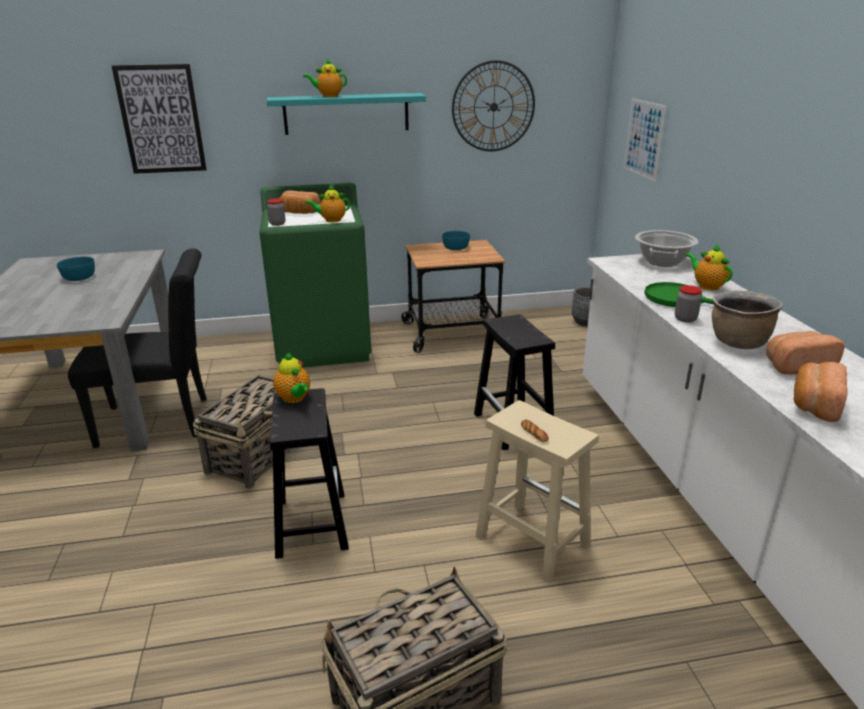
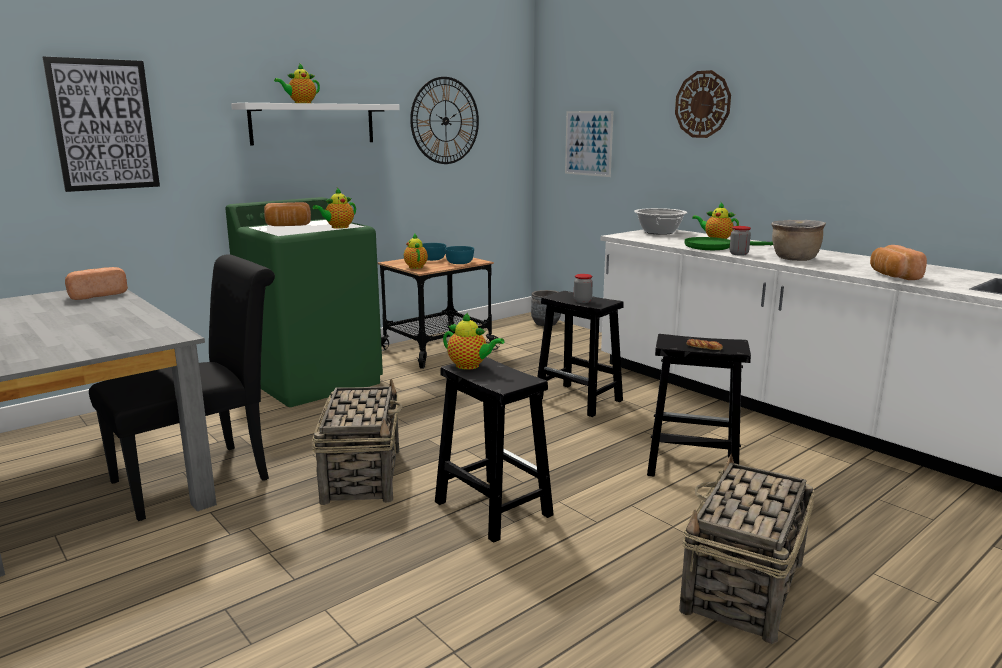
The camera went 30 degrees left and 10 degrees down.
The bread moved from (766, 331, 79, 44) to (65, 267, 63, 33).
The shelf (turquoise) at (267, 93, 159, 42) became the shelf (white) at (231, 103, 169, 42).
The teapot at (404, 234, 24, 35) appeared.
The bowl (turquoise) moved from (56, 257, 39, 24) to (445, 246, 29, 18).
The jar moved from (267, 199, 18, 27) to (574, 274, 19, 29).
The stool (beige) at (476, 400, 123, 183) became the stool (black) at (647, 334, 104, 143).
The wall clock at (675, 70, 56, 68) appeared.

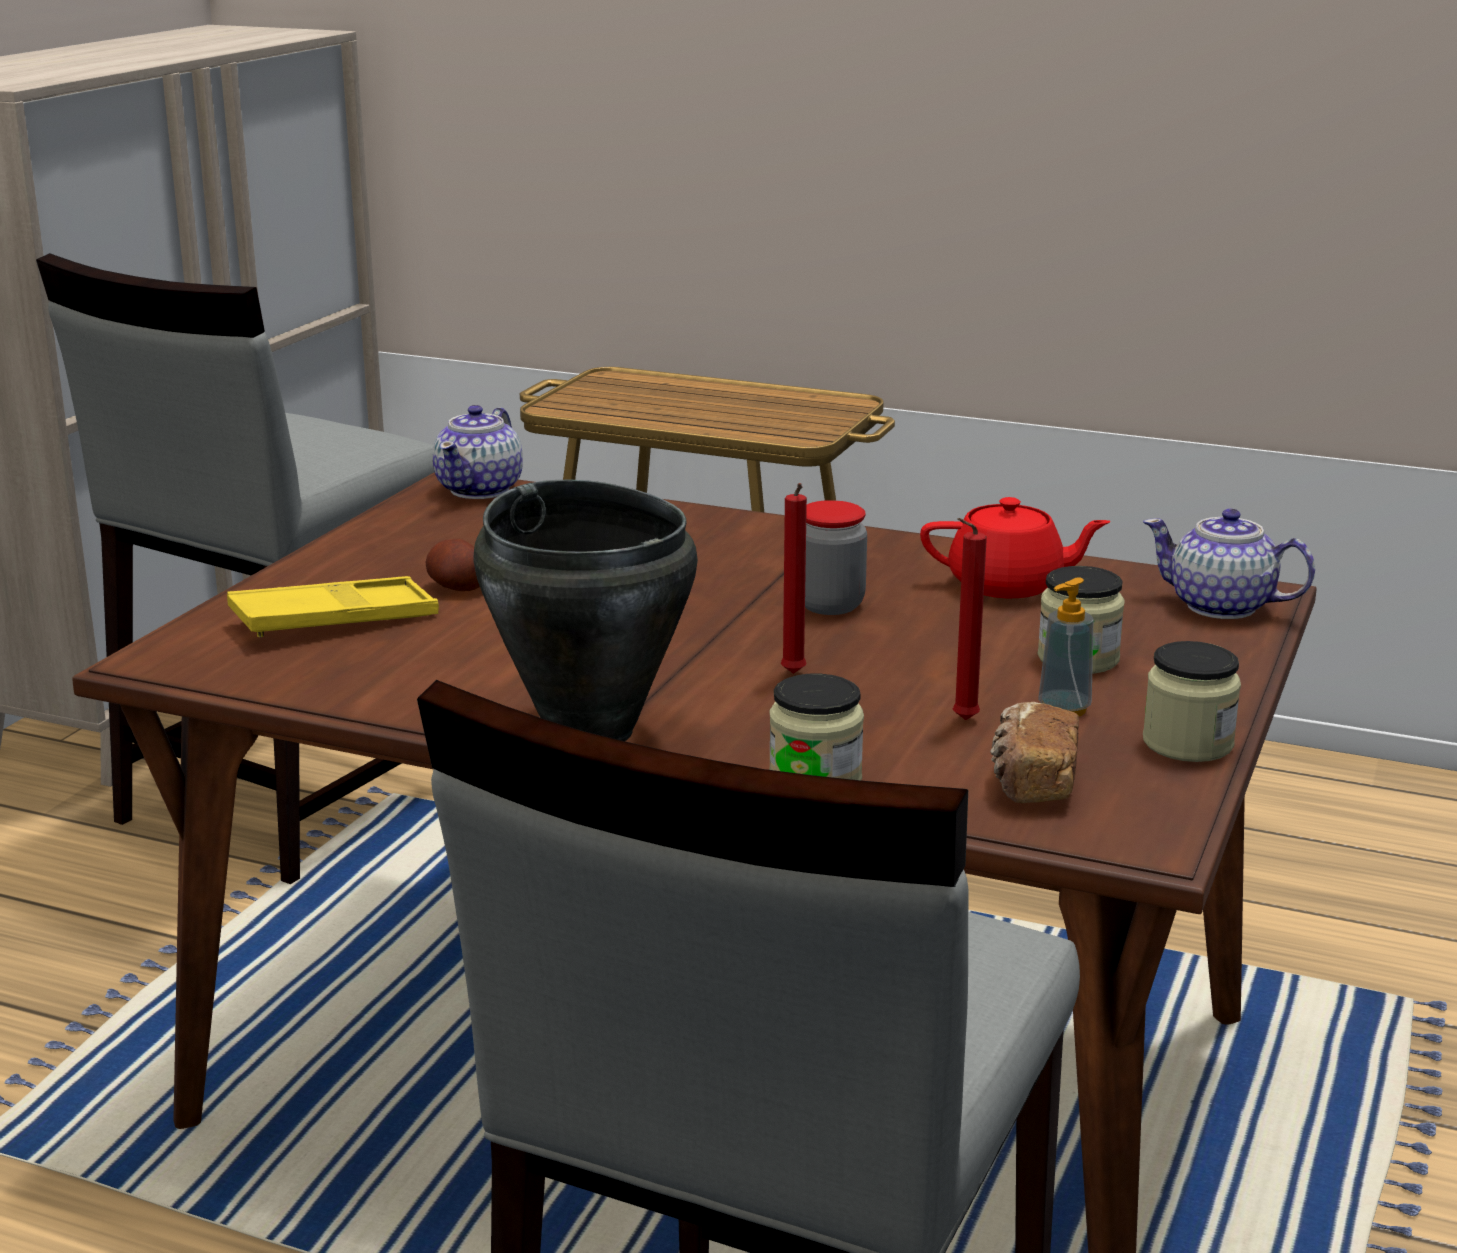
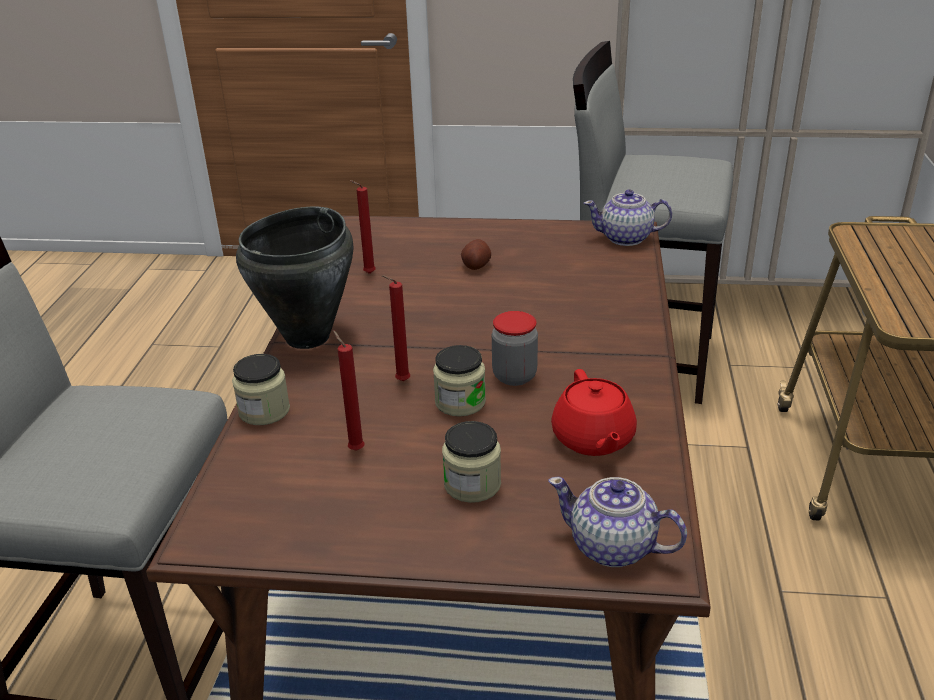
The camera went 75 degrees right and 10 degrees up.
The candle (red) at (350, 180, 26, 94) appeared.
The jar moved from (1143, 641, 98, 121) to (433, 345, 53, 72).
The teapot at (1143, 509, 172, 110) turned 75 degrees counterclockwise.
The tray (yellow) at (227, 576, 212, 61) disappeared.
The bread at (990, 702, 89, 101) disappeared.
The soap dispenser at (1038, 577, 56, 139) disappeared.

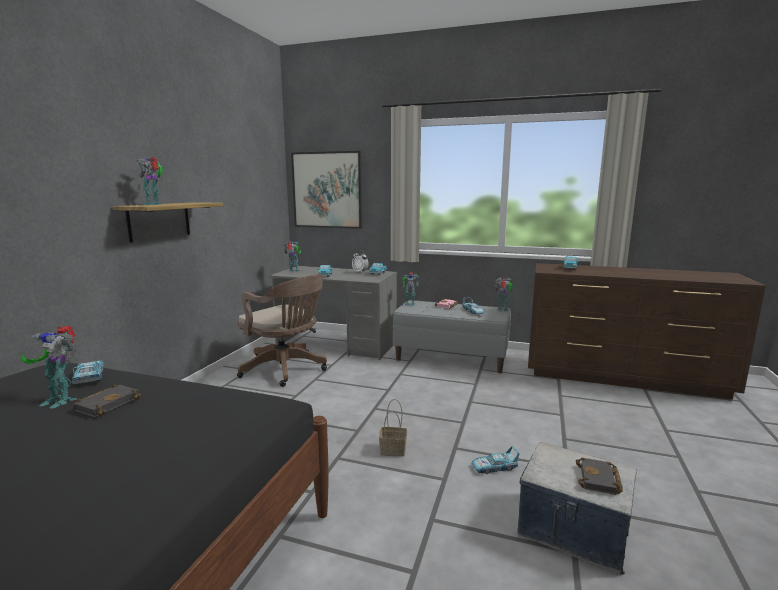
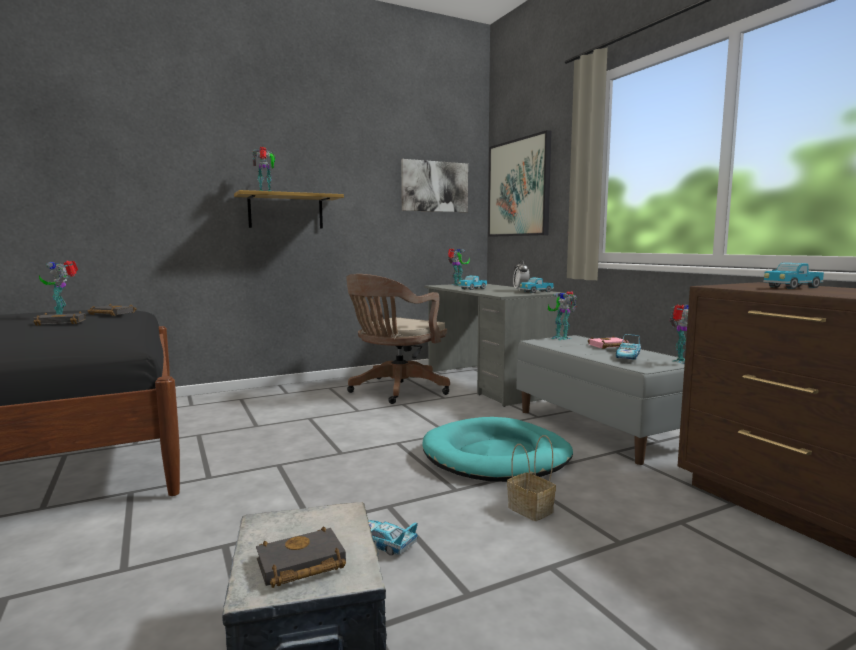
The camera went 45 degrees right and 5 degrees down.
The toy car at (72, 360, 32, 25) was replaced by the book (black) at (88, 304, 49, 12).
The office chair (brown) at (237, 274, 90, 113) turned 45 degrees clockwise.
The picture at (401, 159, 67, 53) appeared.
The dog bed (turquoise) at (422, 417, 151, 65) appeared.
The basket moved from (379, 399, 28, 58) to (507, 435, 49, 86).

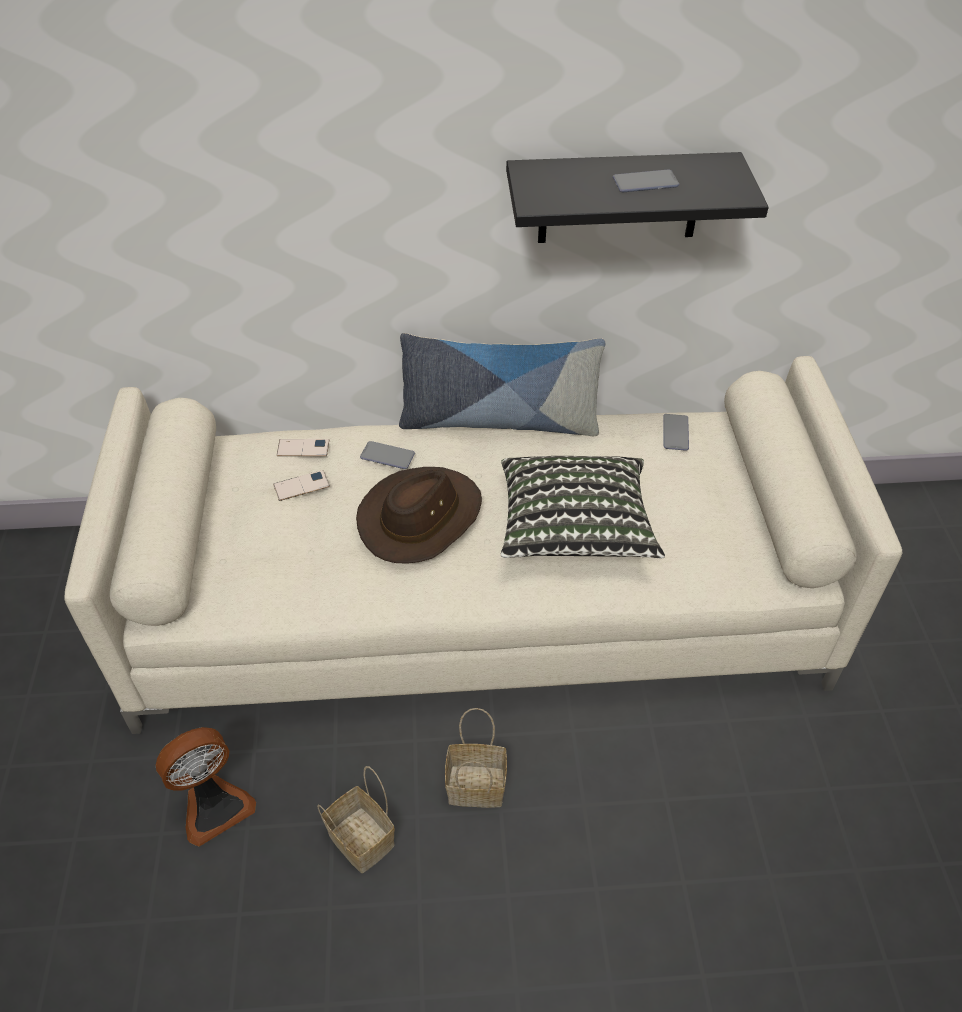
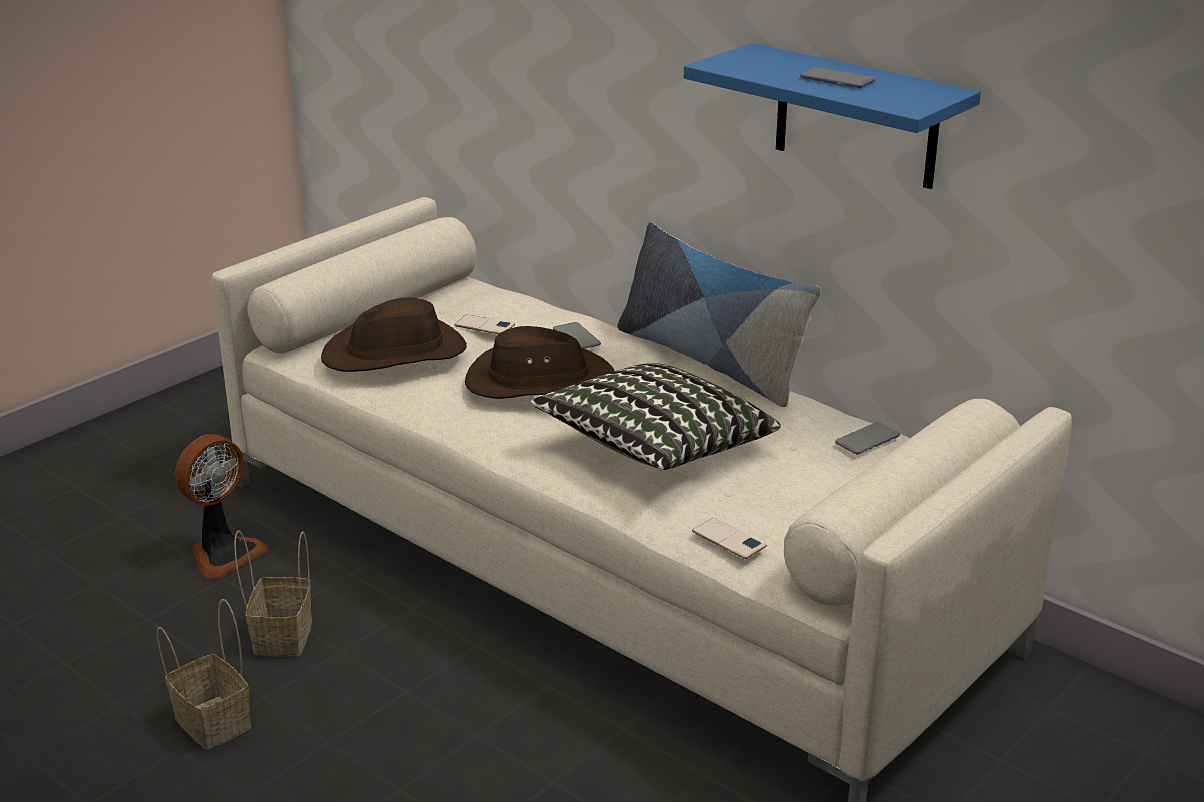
The camera went 45 degrees right and 20 degrees down.
The basket moved from (445, 708, 62, 100) to (157, 599, 94, 151).
The fan at (155, 727, 101, 120) turned 60 degrees counterclockwise.
The hat (brown) at (321, 297, 146, 75) appeared.
The shelf (black) at (506, 152, 263, 91) became the shelf (blue) at (684, 43, 297, 146).
The phone moved from (277, 439, 52, 17) to (692, 518, 75, 41).

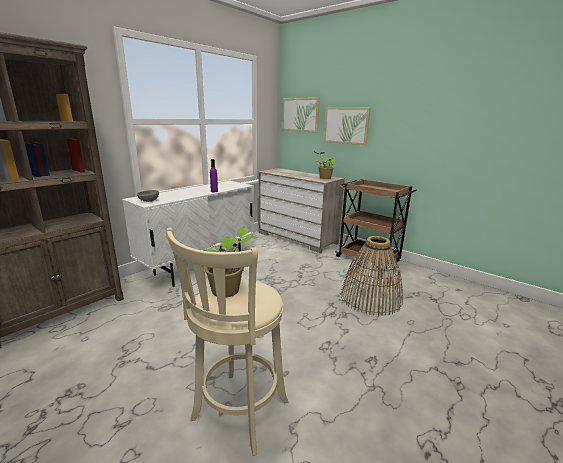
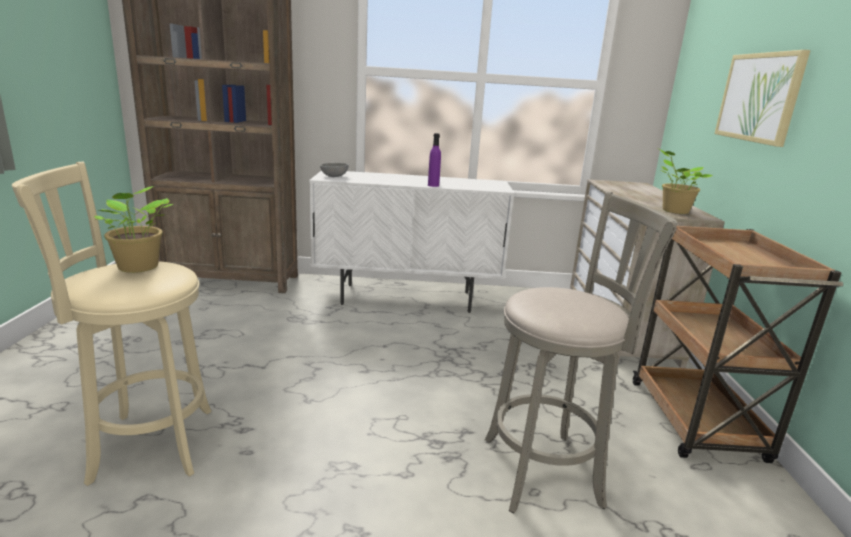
The camera went 50 degrees right and 0 degrees up.
The basket at (341, 236, 62, 80) was replaced by the stool (grey) at (485, 191, 192, 322).
The picture at (282, 98, 38, 34) disappeared.

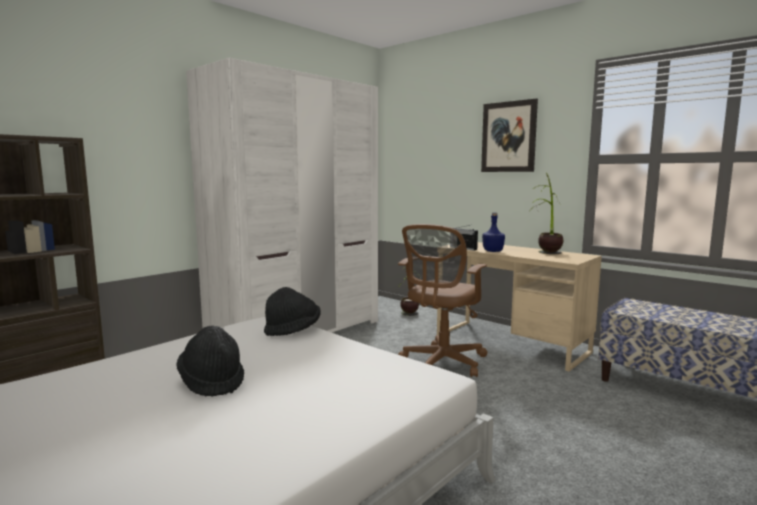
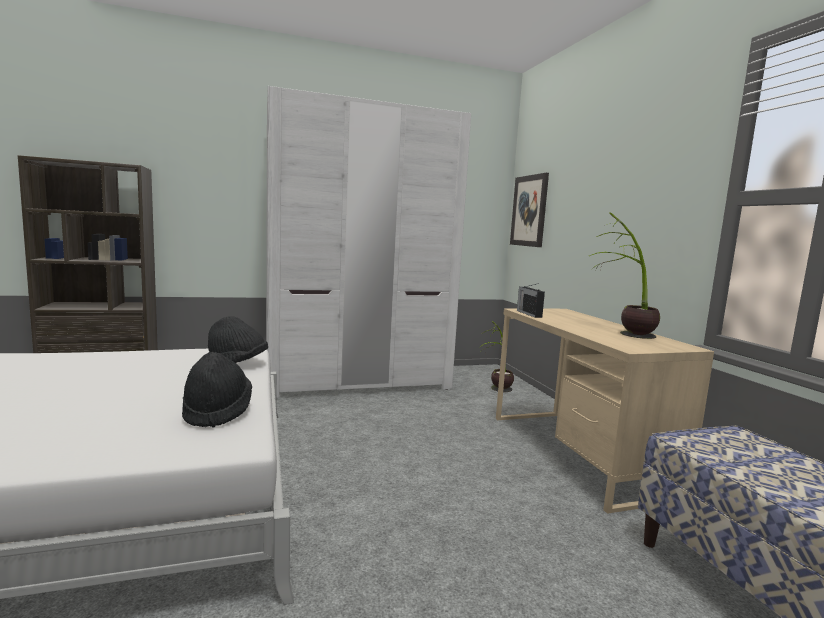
The camera went 30 degrees right and 0 degrees up.
The hat (black) moved from (176, 326, 68, 71) to (182, 352, 70, 76).
The picture moved from (481, 98, 57, 74) to (510, 173, 39, 74).
The office chair (brown) at (398, 224, 90, 153) disappeared.
The bottle (blue) at (482, 212, 23, 40) disappeared.

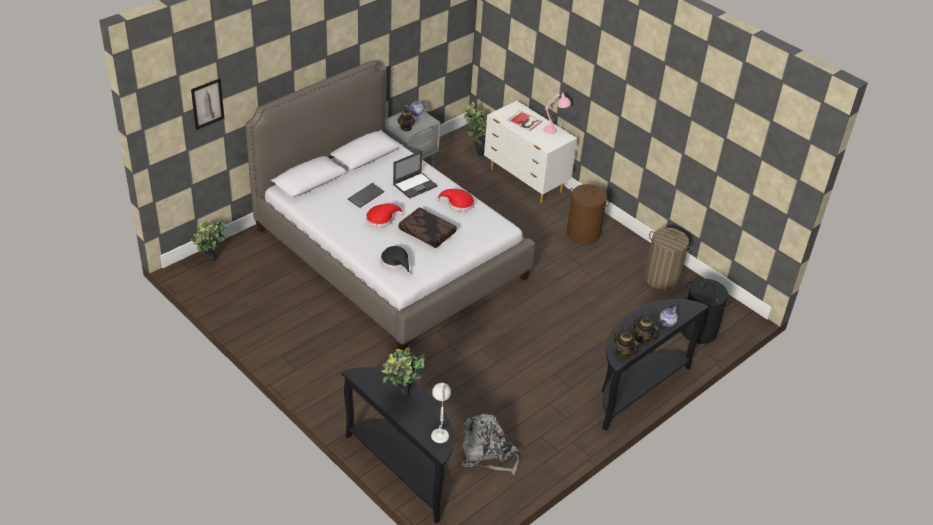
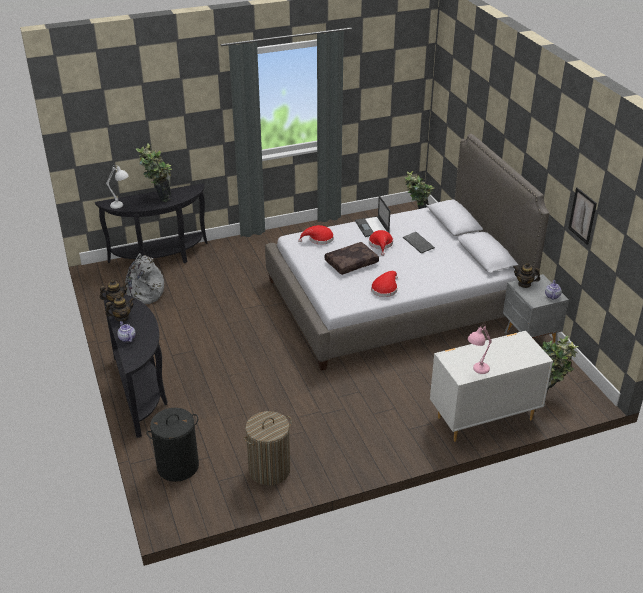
The camera went 115 degrees right and 5 degrees down.
The hat (black) at (381, 246, 30, 30) became the hat (red) at (298, 225, 36, 20).
The laptop moved from (393, 151, 44, 48) to (355, 195, 35, 42).
The picture moved from (191, 78, 33, 52) to (568, 188, 29, 57).
The book at (507, 110, 36, 21) disappeared.
The laundry basket (brown) at (567, 184, 43, 61) disappeared.

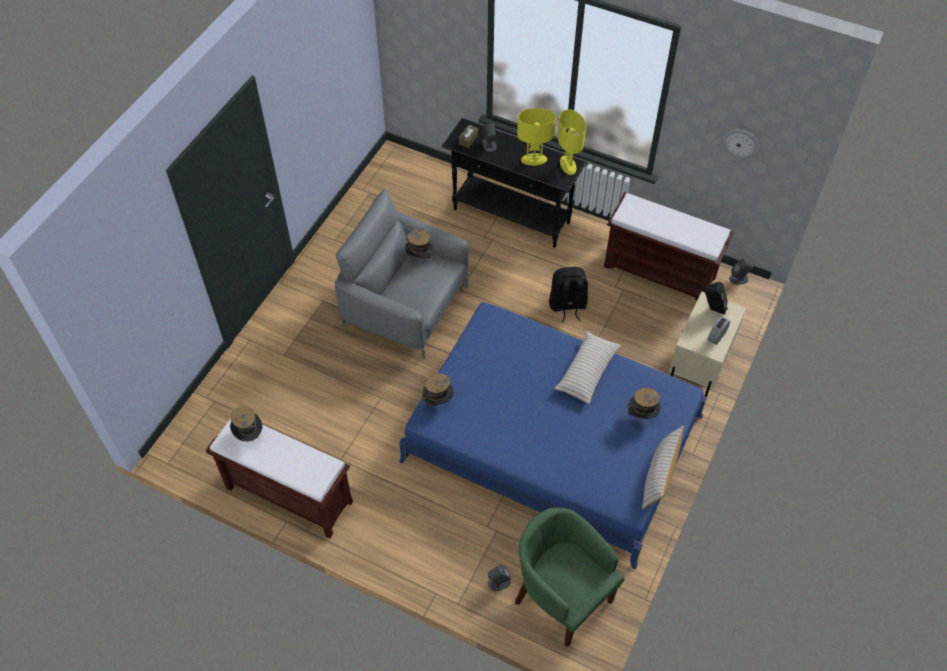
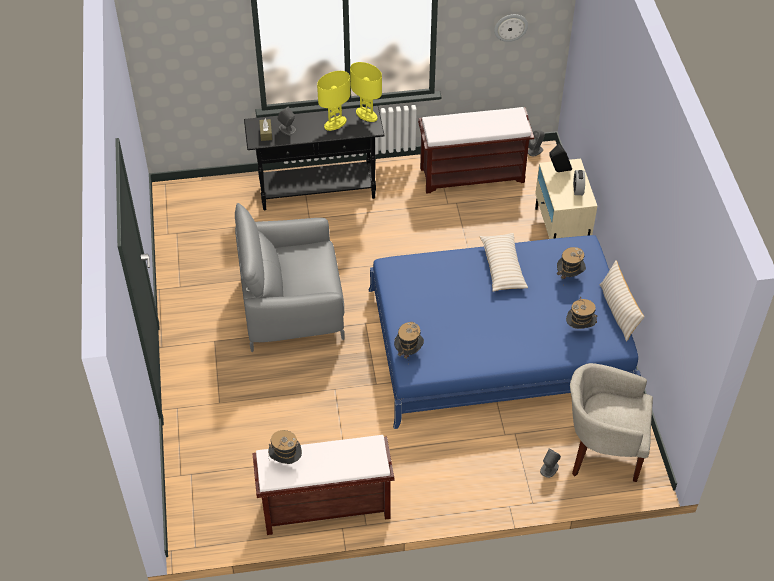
The camera went 35 degrees left and 5 degrees down.
The hat moved from (405, 229, 30, 30) to (566, 298, 31, 31).
The armchair (green) at (515, 508, 110, 139) became the armchair (beige) at (570, 363, 83, 119).
The backpack (black) at (549, 267, 39, 56) disappeared.

